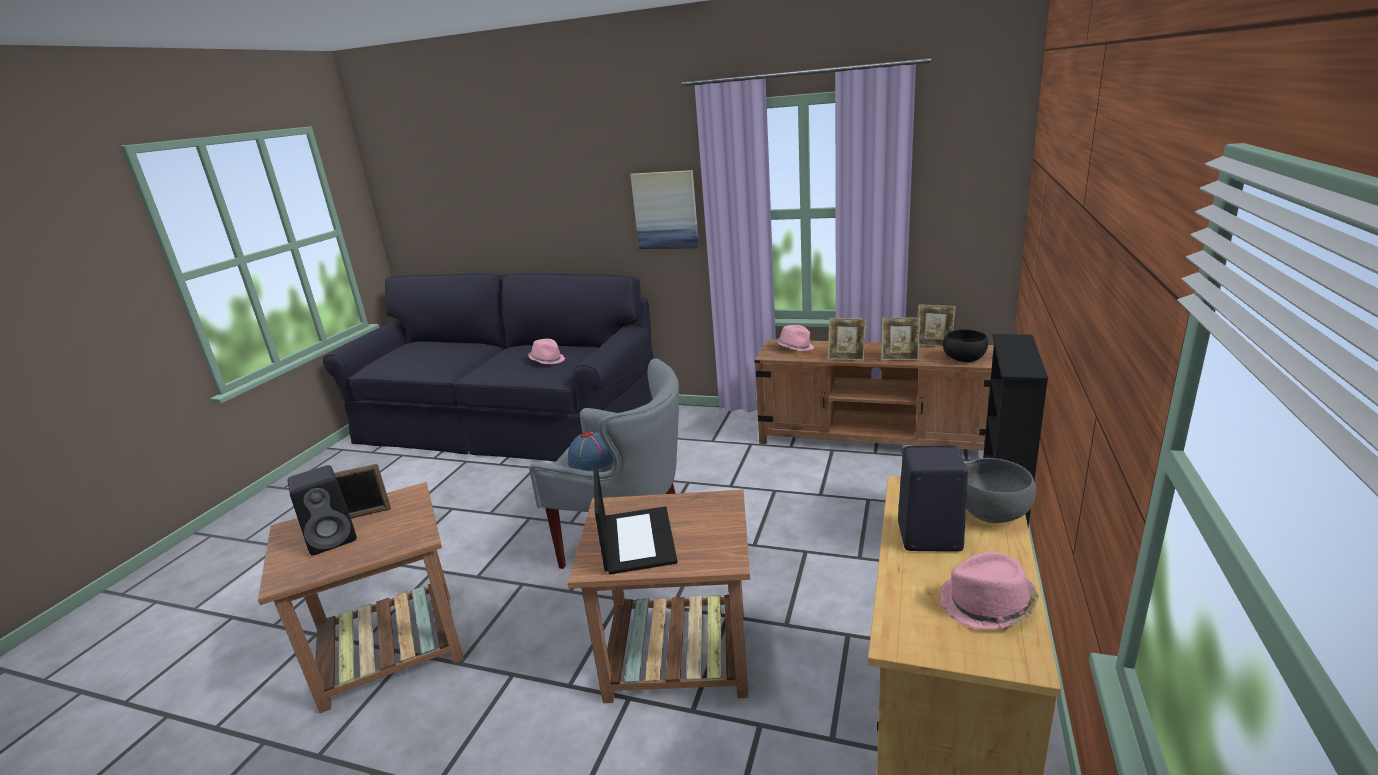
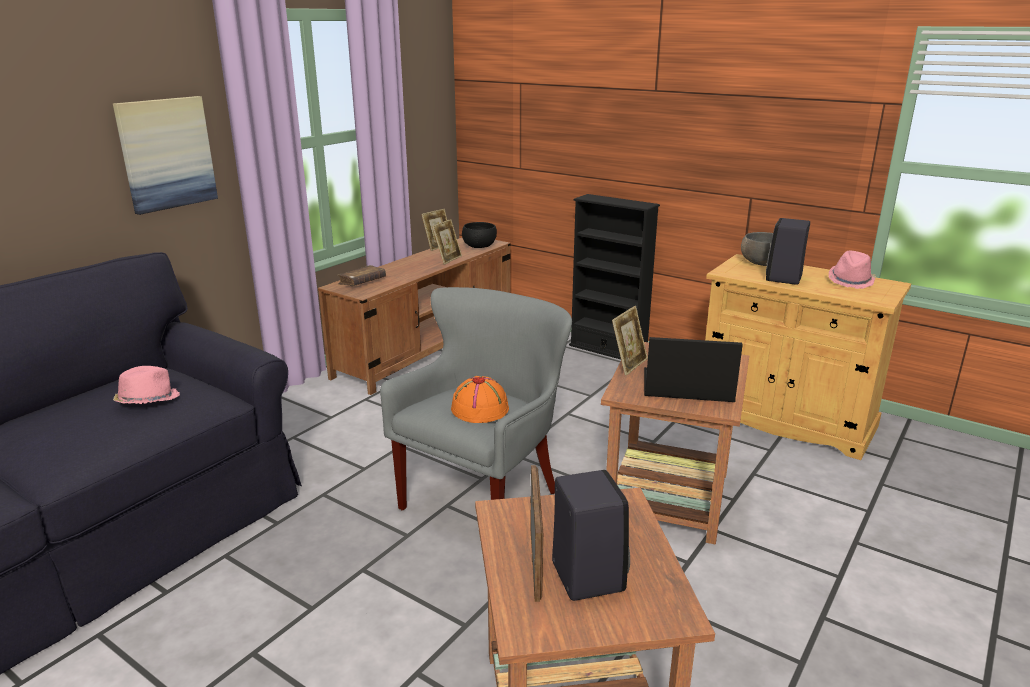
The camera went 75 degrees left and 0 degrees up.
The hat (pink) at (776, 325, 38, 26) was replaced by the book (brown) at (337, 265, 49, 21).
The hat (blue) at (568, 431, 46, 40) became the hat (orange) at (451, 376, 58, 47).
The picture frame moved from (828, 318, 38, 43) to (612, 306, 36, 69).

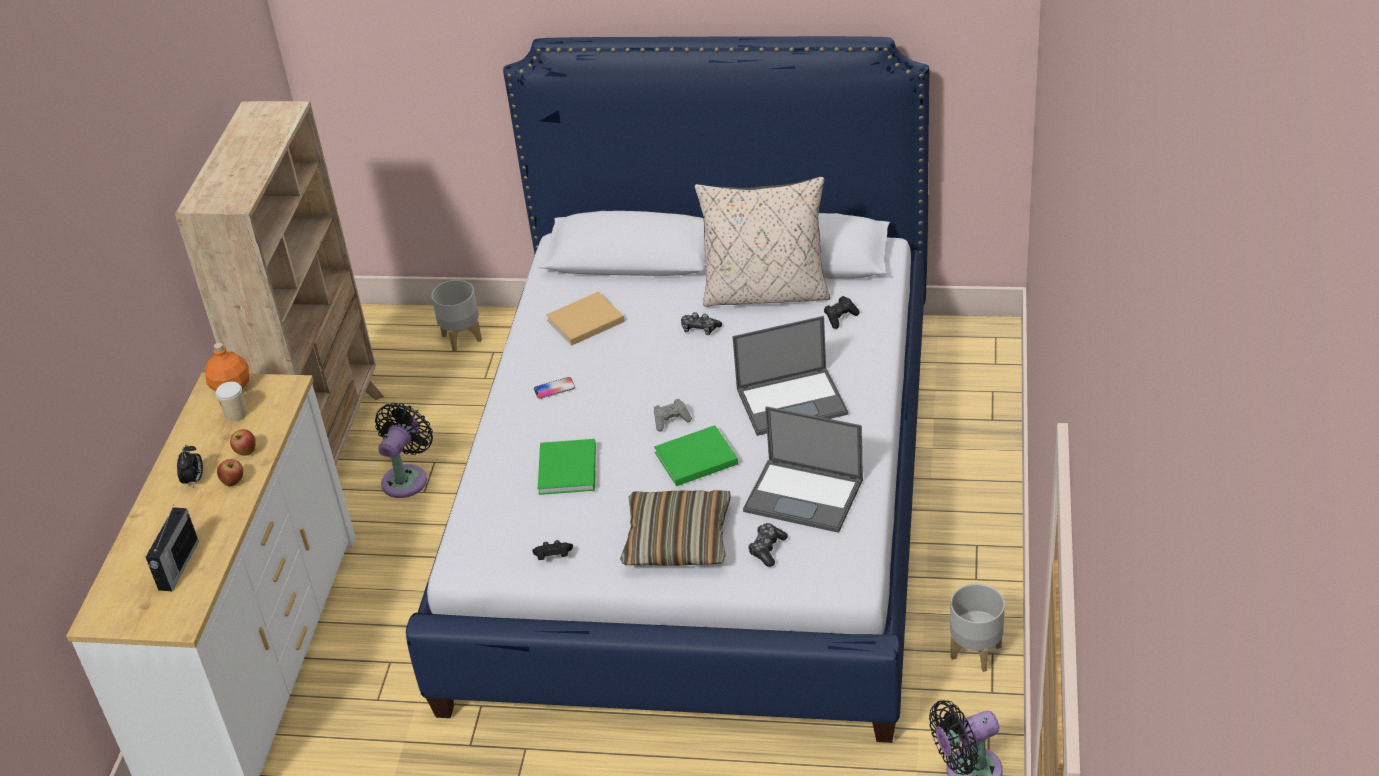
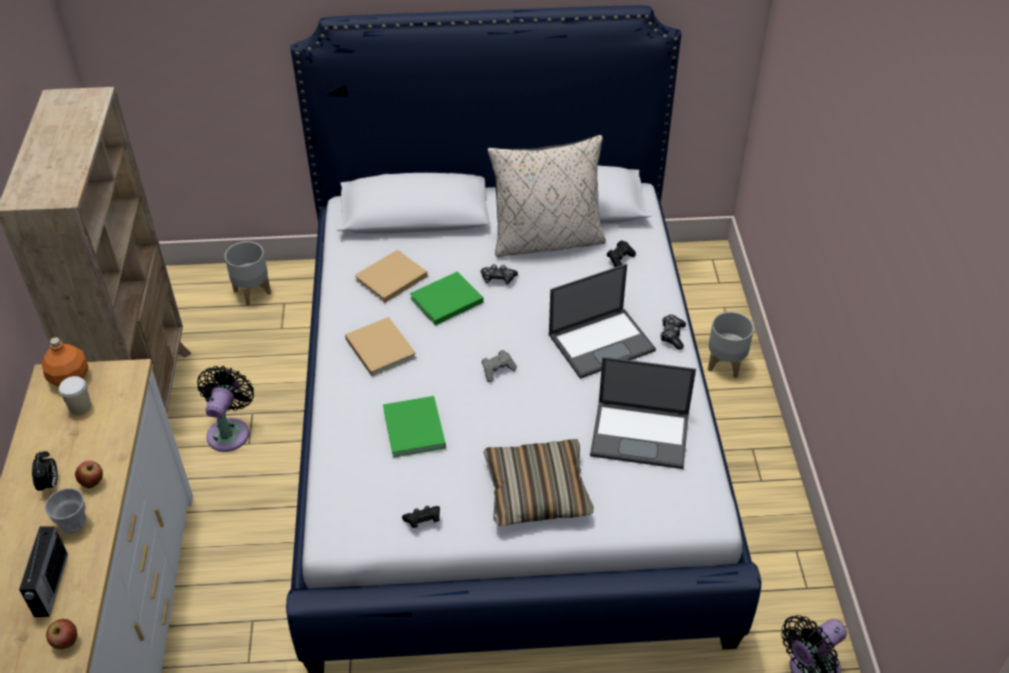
The camera went 15 degrees left and 5 degrees up.
The cup at (44, 488, 43, 46) appeared.
The apple moved from (230, 429, 26, 27) to (46, 619, 31, 30).
The phone at (534, 377, 41, 22) was replaced by the book (beige) at (345, 317, 71, 59).
The book (green) moved from (654, 425, 84, 61) to (410, 271, 73, 54).
The game controller moved from (748, 523, 40, 44) to (660, 315, 26, 35).
The planter (grey) moved from (950, 584, 55, 88) to (708, 312, 46, 66).

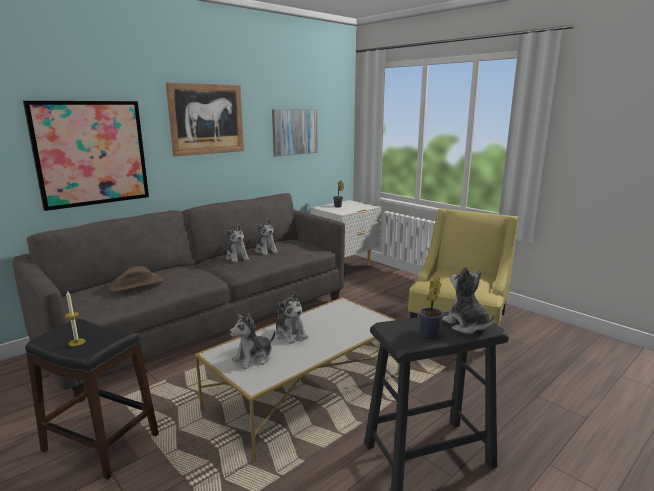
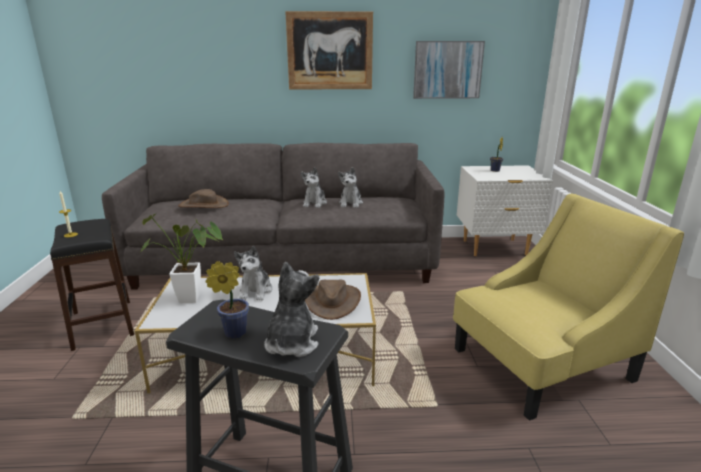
The camera went 40 degrees right and 5 degrees up.
The plush toy at (229, 313, 46, 56) was replaced by the potted plant at (140, 214, 83, 89).
The hat (brown) at (305, 280, 56, 40) appeared.
The picture at (23, 101, 126, 110) disappeared.

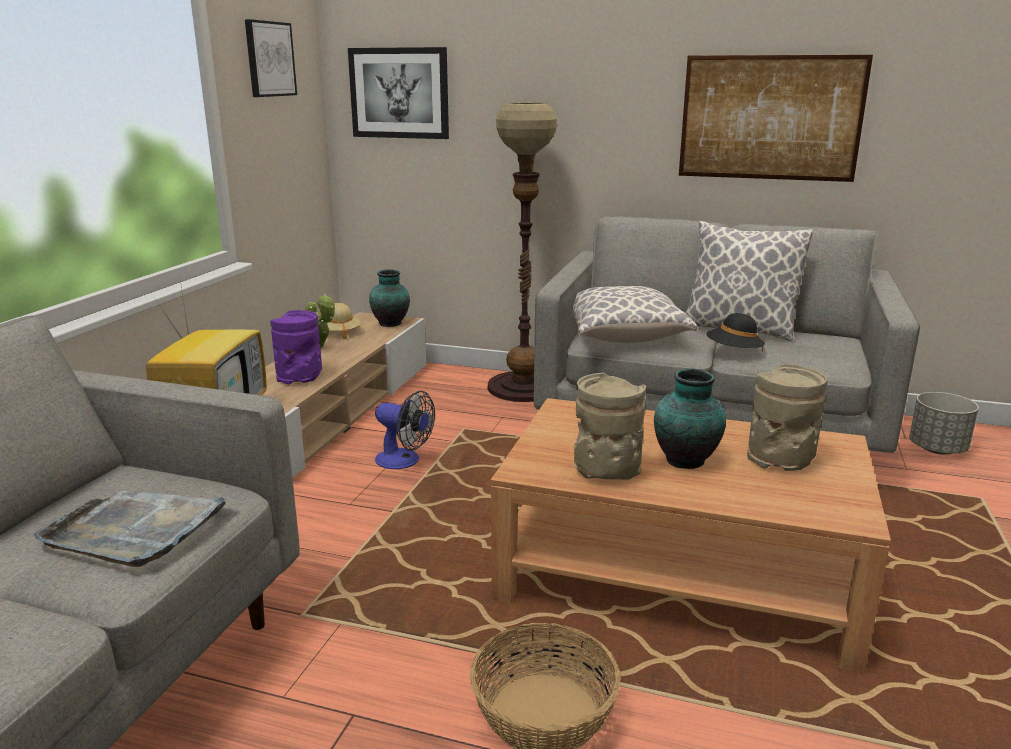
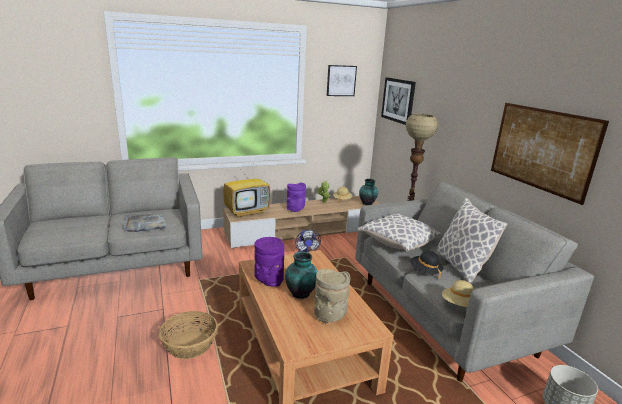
The camera went 50 degrees right and 0 degrees up.
The vase (beige) at (574, 373, 72, 107) became the vase (purple) at (254, 237, 30, 50).
The hat (beige) at (442, 280, 32, 27) appeared.

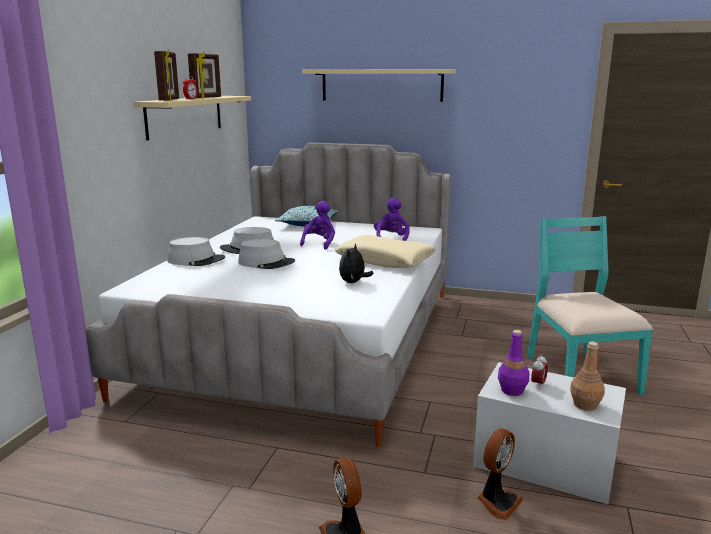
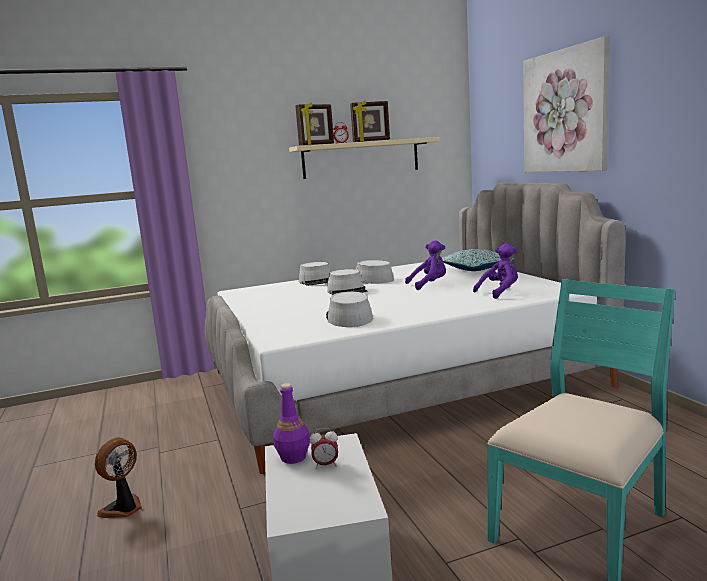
The camera went 55 degrees right and 5 degrees down.
The plush toy at (339, 243, 35, 40) was replaced by the hat (grey) at (326, 292, 47, 35).
The shelf (beige) at (302, 69, 154, 33) was replaced by the picture at (523, 36, 87, 136).
The pillow (beige) at (335, 235, 101, 33) disappeared.
The fan at (477, 429, 47, 91) disappeared.
The bottle (brown) at (570, 342, 35, 69) disappeared.

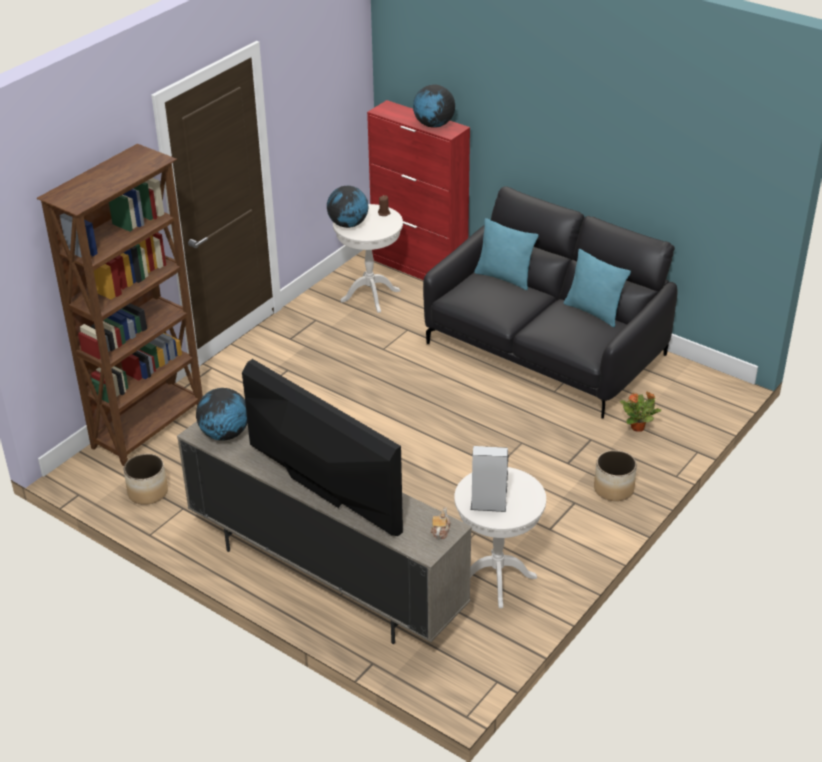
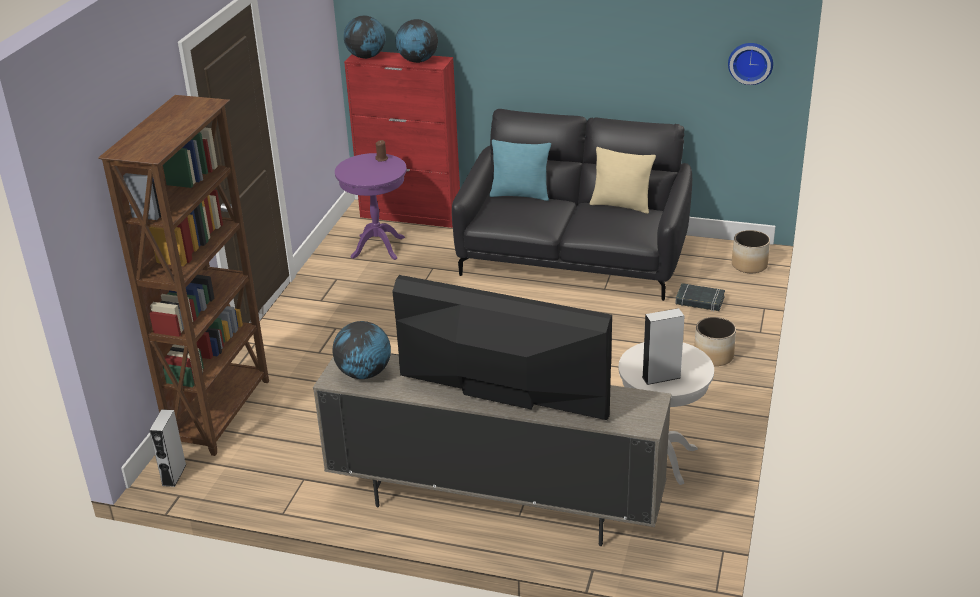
The camera went 20 degrees left and 5 degrees down.
The speaker (grey) at (149, 409, 38, 78) appeared.
The side table (white) at (333, 204, 70, 109) became the side table (purple) at (335, 153, 72, 107).
The globe moved from (327, 186, 42, 42) to (344, 16, 42, 43).
The pillow (turquoise) at (564, 249, 67, 78) became the pillow (beige) at (590, 147, 66, 67).
The potted plant at (620, 392, 41, 40) was replaced by the book (black) at (675, 283, 50, 28).
The wall clock at (728, 43, 45, 42) appeared.
The planter moved from (124, 454, 44, 51) to (732, 230, 38, 43).
The teapot at (431, 507, 19, 32) disappeared.

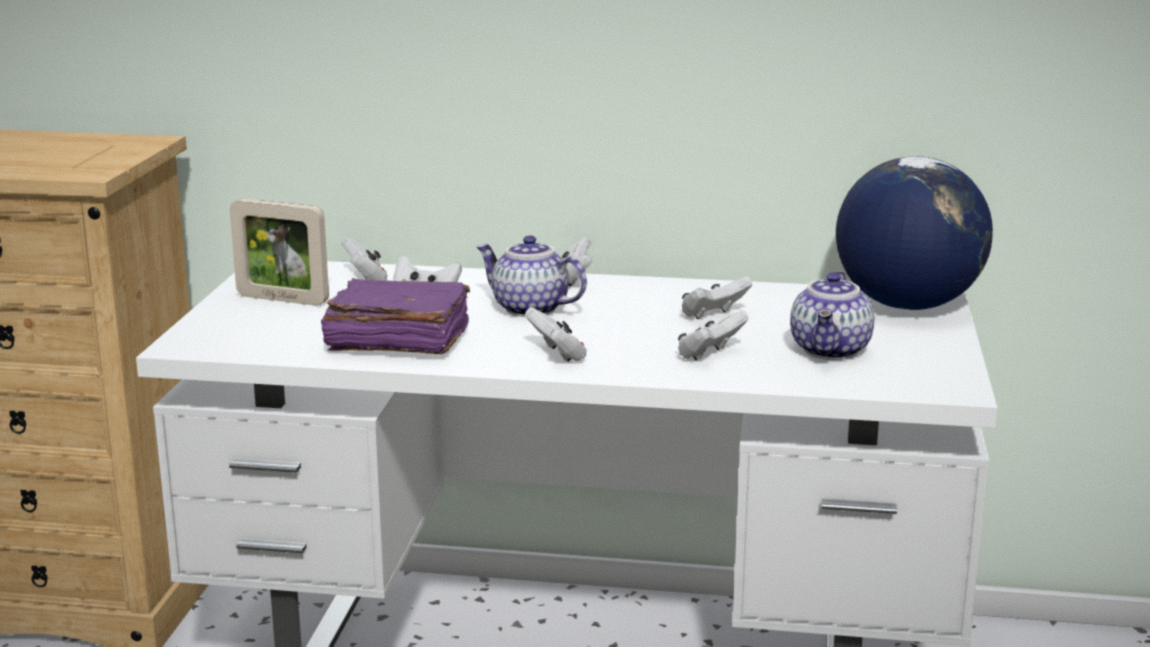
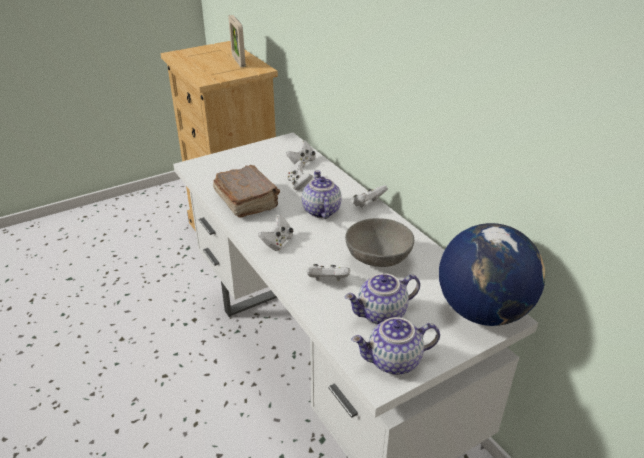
The camera went 50 degrees right and 15 degrees up.
The book (purple) at (321, 278, 149, 76) became the book (brown) at (213, 165, 67, 53).
The picture frame moved from (230, 199, 99, 107) to (228, 15, 18, 52).
The game controller (white) at (682, 276, 70, 43) was replaced by the bowl (grey) at (345, 218, 69, 49).
The teapot at (351, 317, 89, 58) appeared.

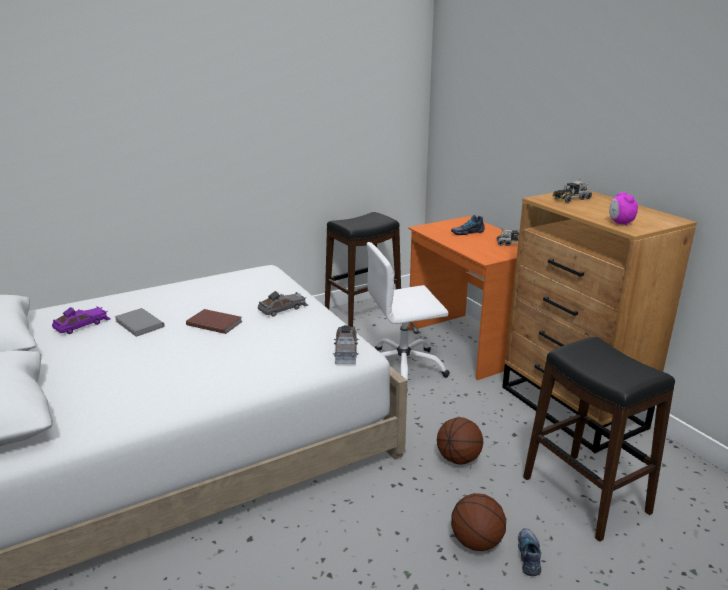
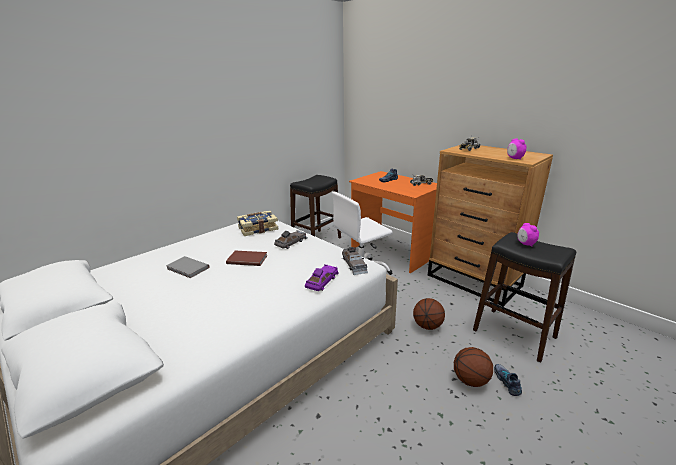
The camera went 15 degrees left and 0 degrees up.
The book at (237, 211, 41, 25) appeared.
The toy car (purple) moved from (52, 306, 59, 28) to (305, 264, 34, 27).
The alarm clock at (517, 223, 22, 24) appeared.

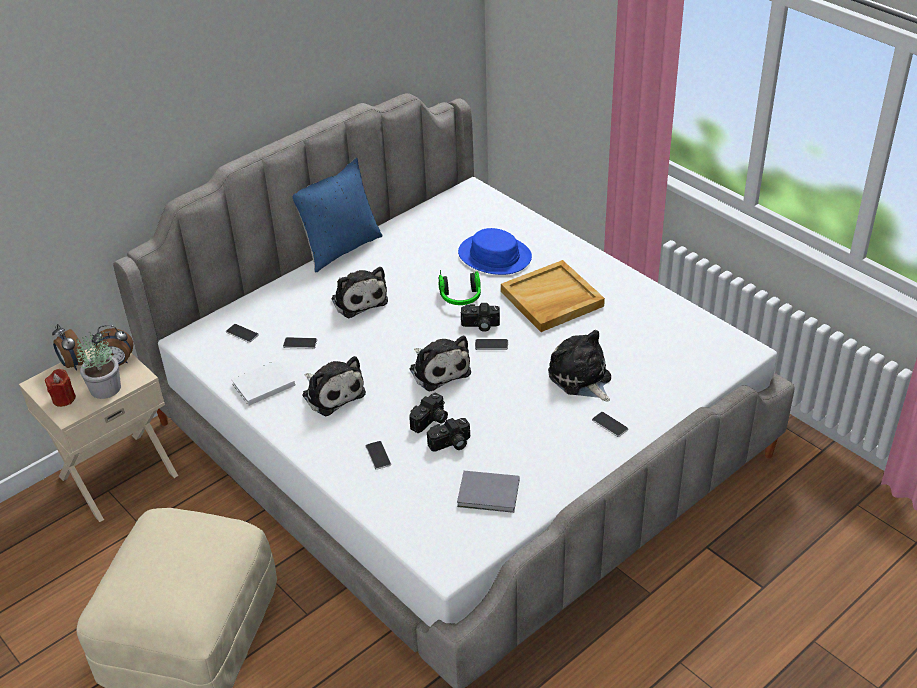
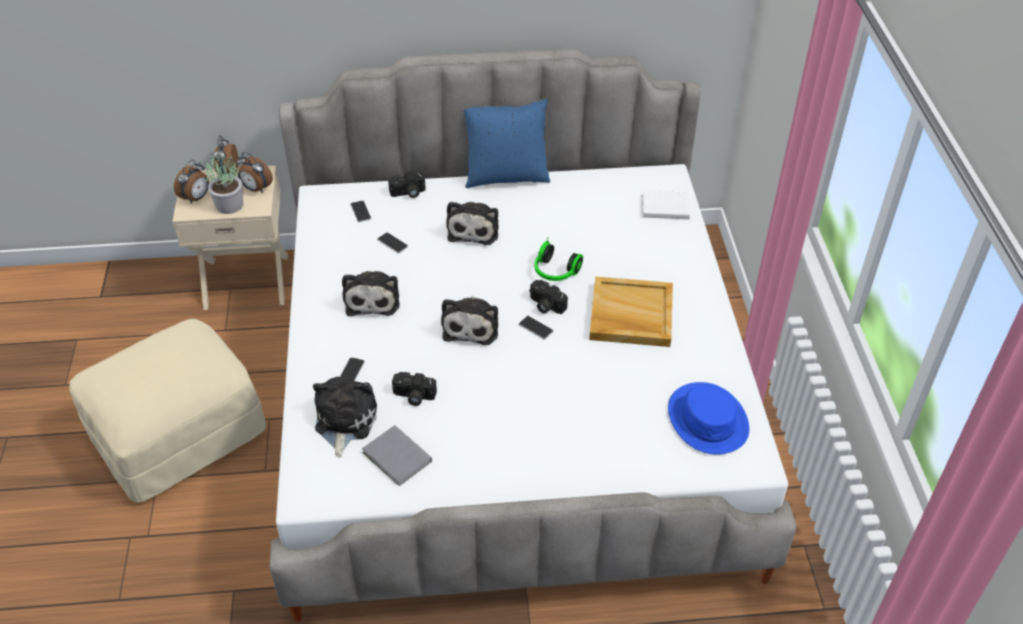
The camera went 35 degrees right and 5 degrees up.
The candle (red) at (45, 369, 31, 38) was replaced by the alarm clock at (174, 160, 35, 44).
The plush toy moved from (548, 330, 63, 72) to (313, 376, 64, 81).
The photo camera moved from (409, 393, 39, 40) to (388, 171, 38, 27).
The book (white) moved from (231, 360, 64, 46) to (642, 191, 48, 28).
The hat (blue) moved from (458, 228, 74, 47) to (668, 382, 81, 73).
The phone at (592, 412, 36, 25) disappeared.

